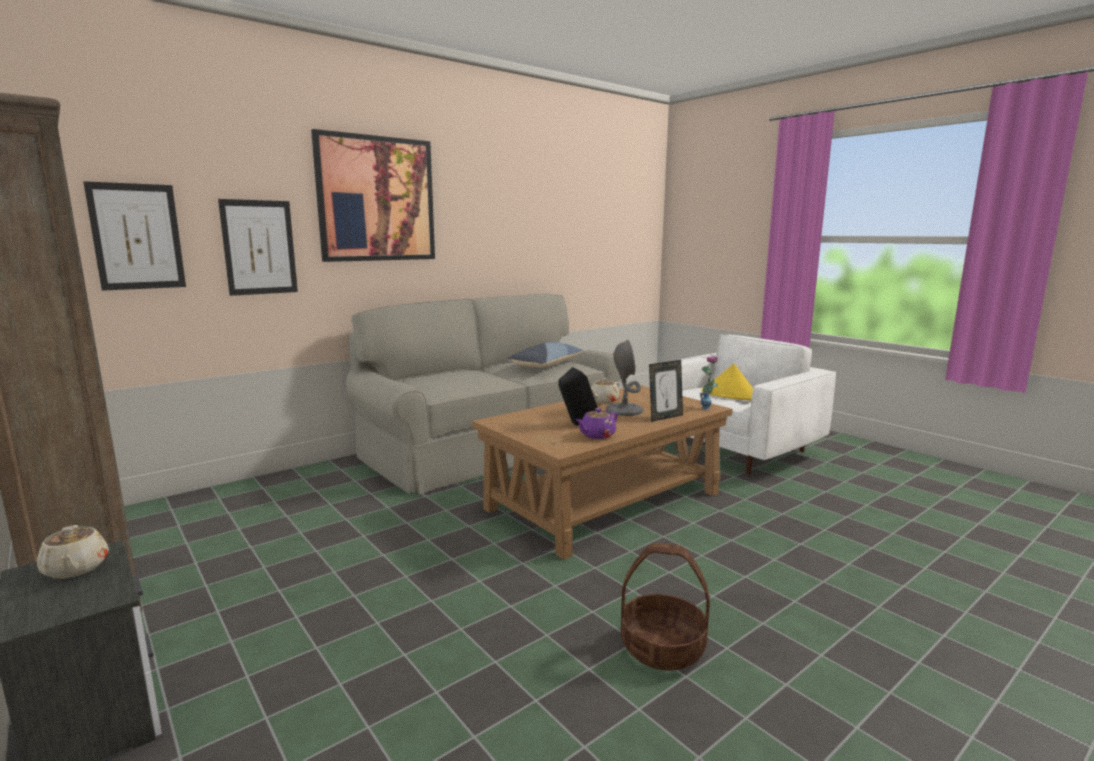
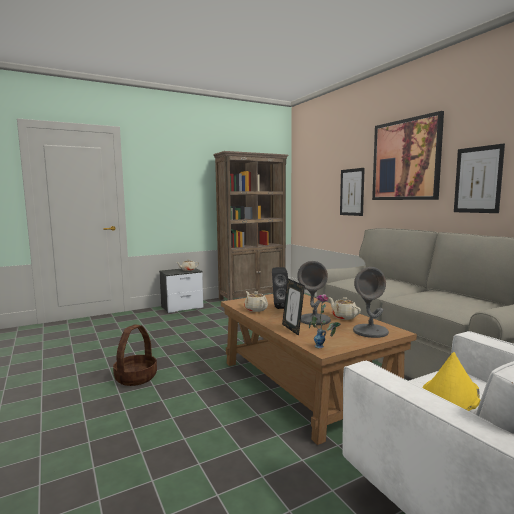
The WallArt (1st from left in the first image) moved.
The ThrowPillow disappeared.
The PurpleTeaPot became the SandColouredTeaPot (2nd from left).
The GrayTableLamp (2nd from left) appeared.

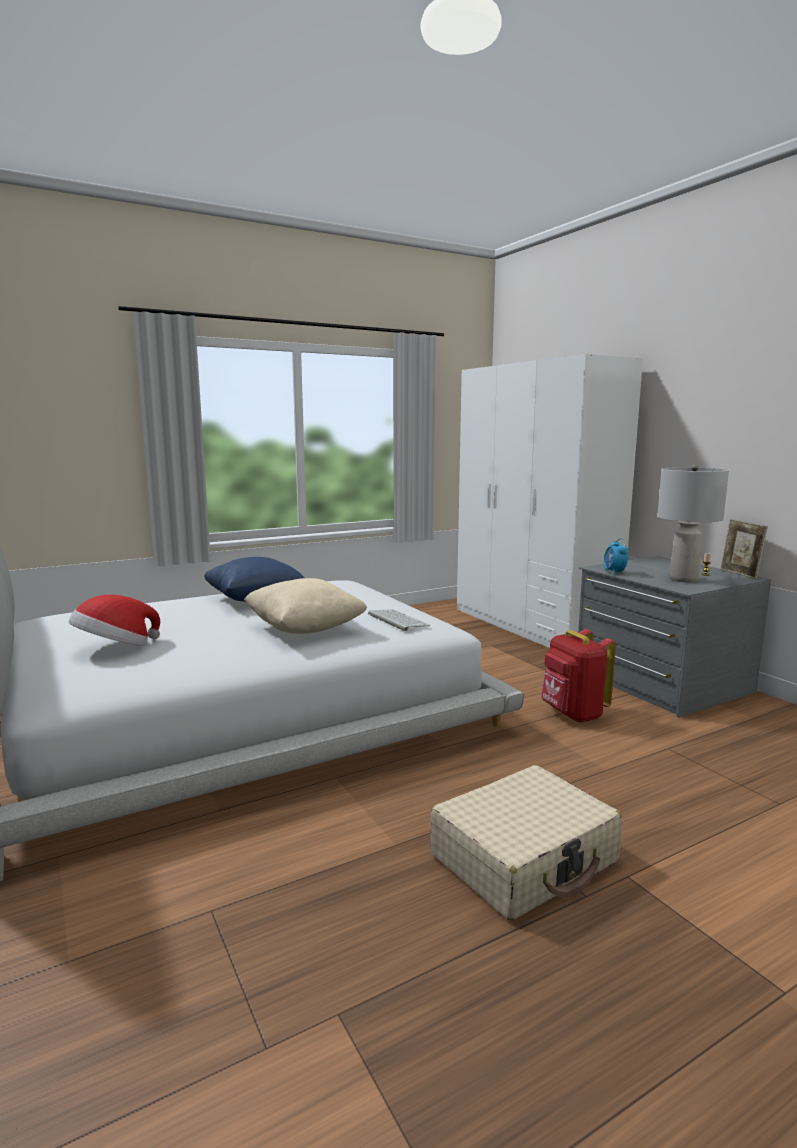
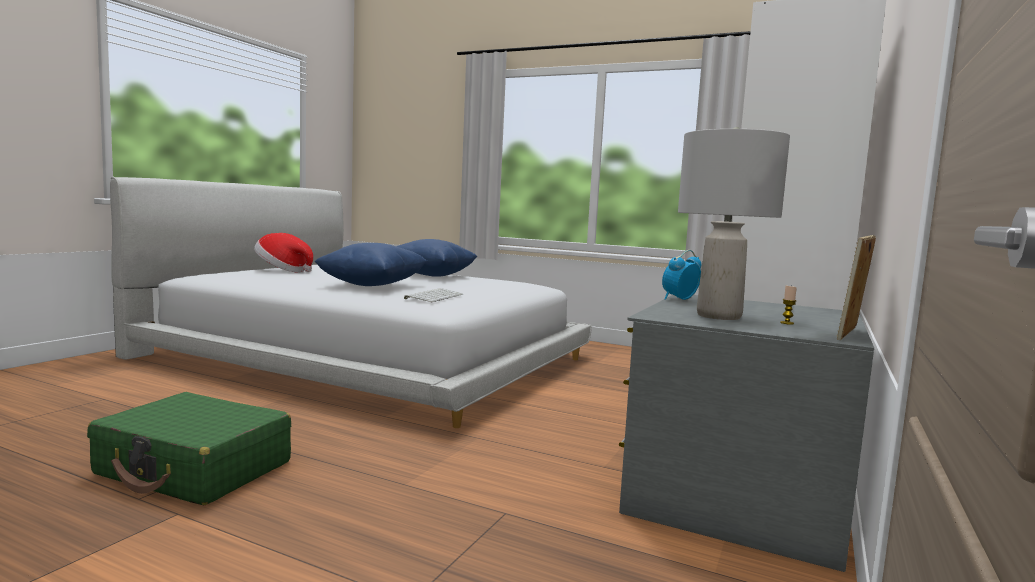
The SandColouredThrowPillow became the BluishThrowPillow (1st from left).
The RedColouredKnapsack disappeared.
The SandColouredPieceOfLuggage became the GreenPieceOfLuggage.

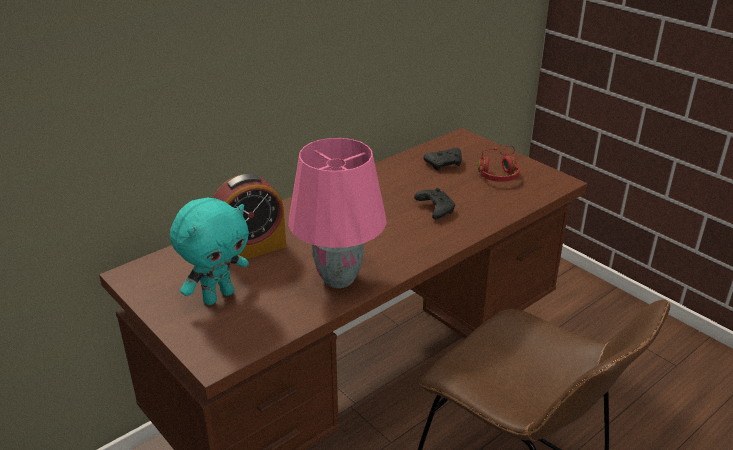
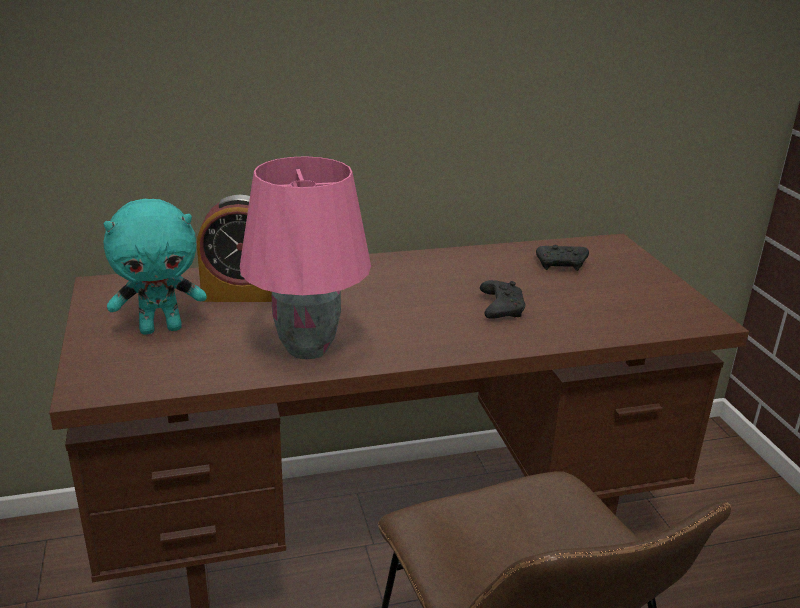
The RedColouredHeadset disappeared.

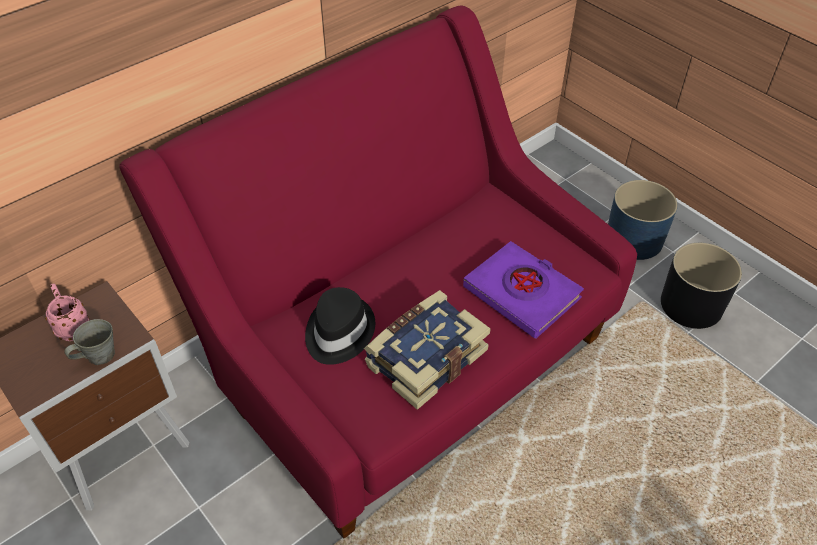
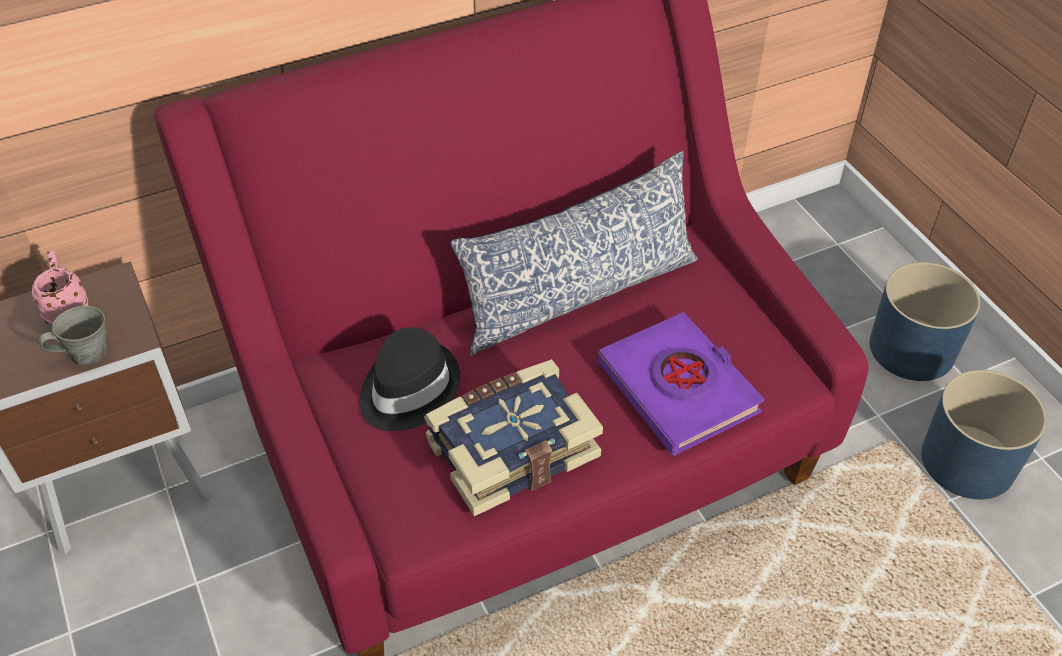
The BlackPlantPot became the BluishPlantPot (2nd from left).
The ThrowPillow appeared.

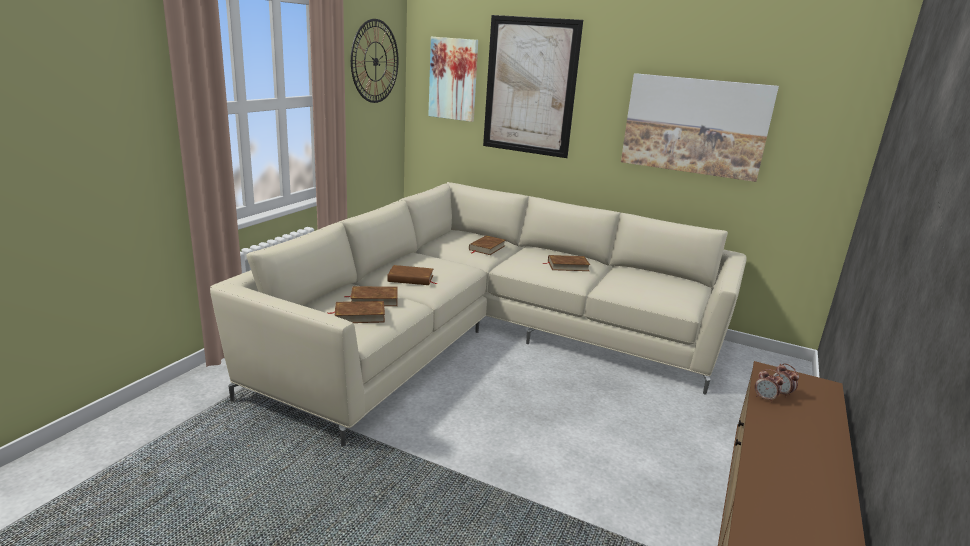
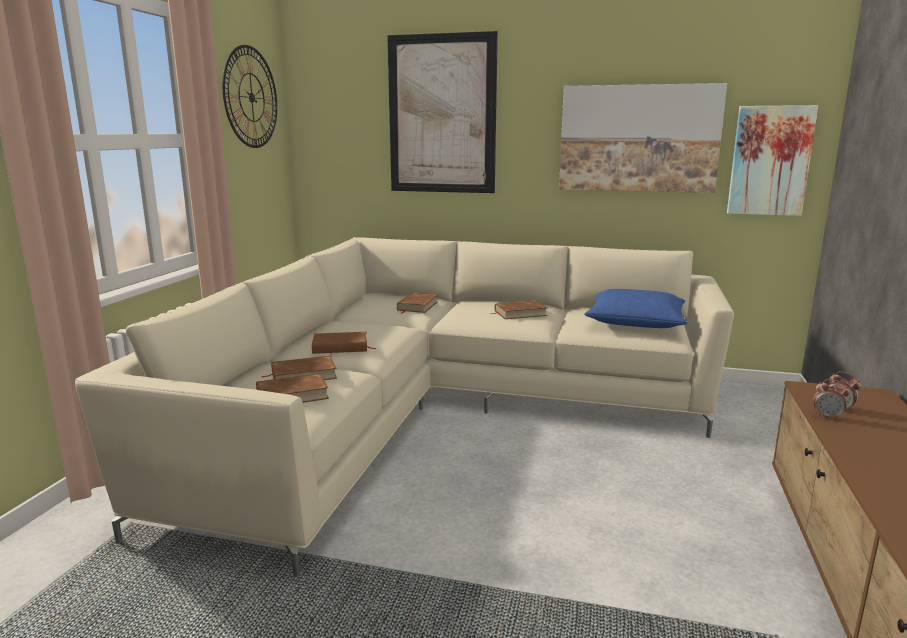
The WallArt (1st from left in the first image) moved.
The BluishThrowPillow appeared.

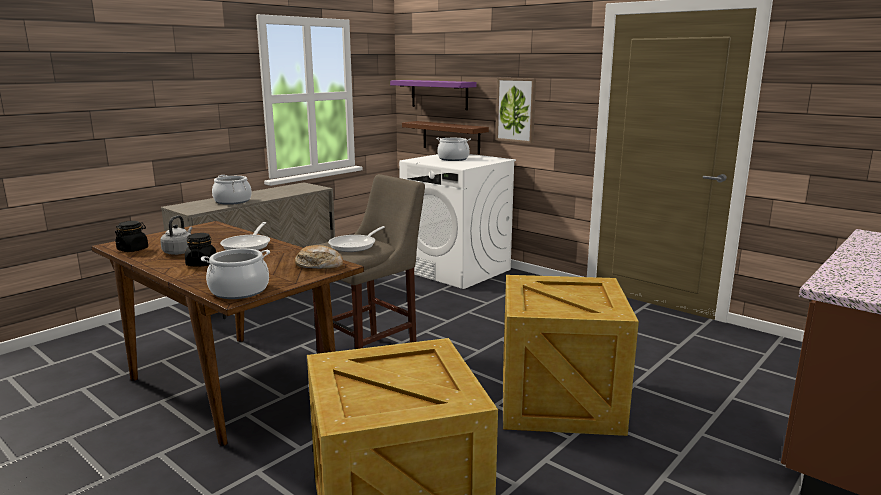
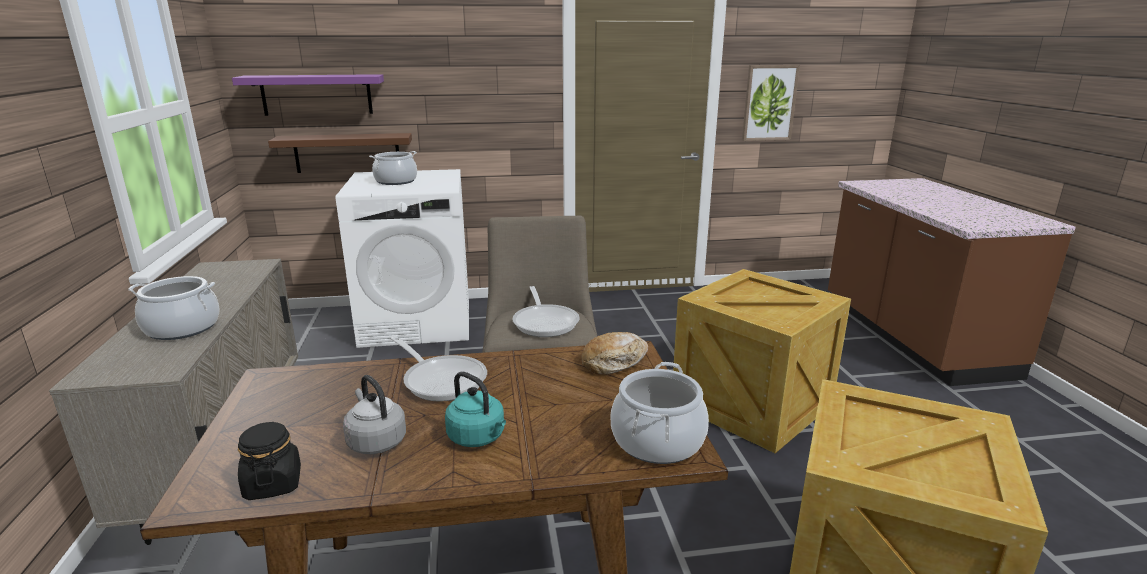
The WallArt moved.
The BlackStorageJar (2nd from left) was replaced by the TurquoiseColouredTeaKettle.

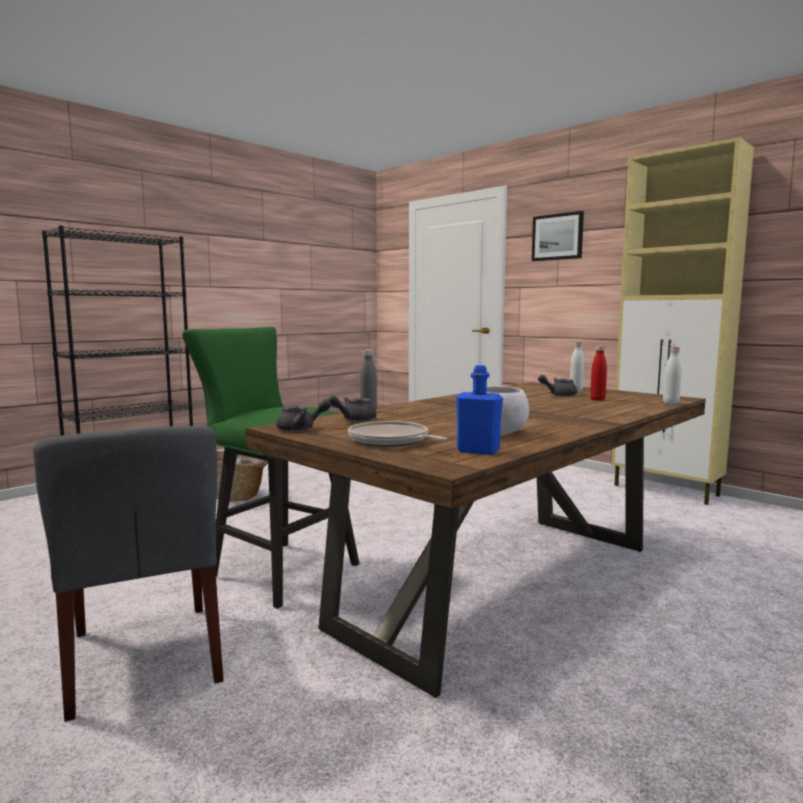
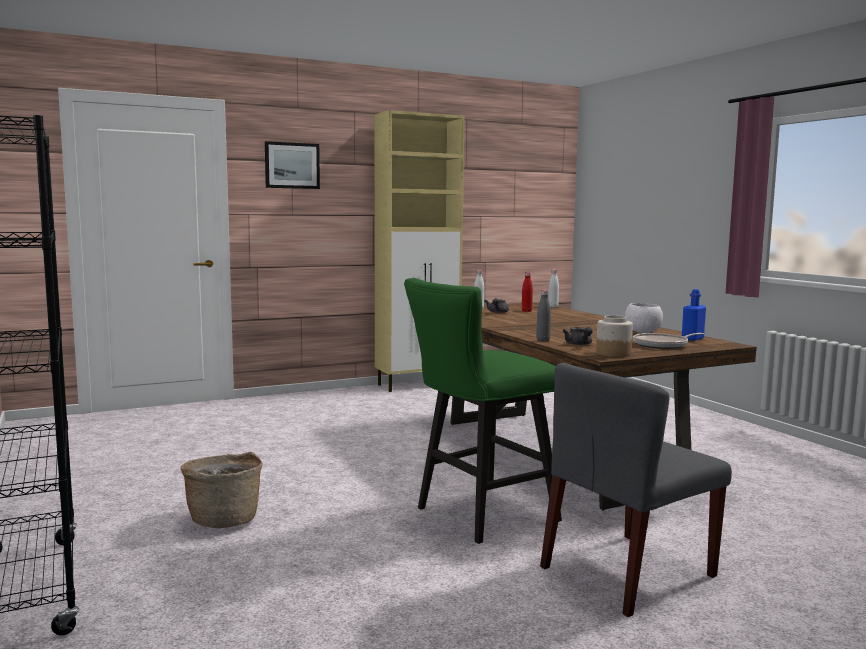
The GrayTeaPot (1st from left) was replaced by the StorageJar.
The GrayPlainChair turned 150 degrees clockwise.

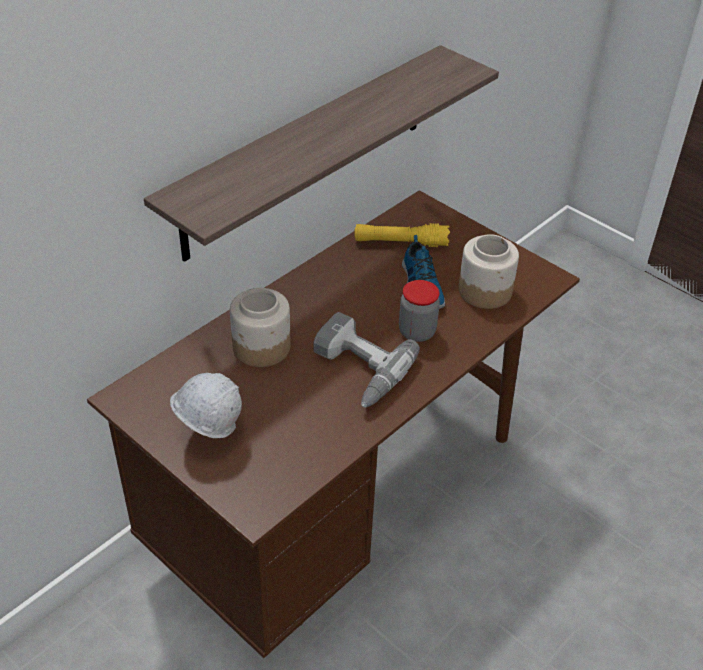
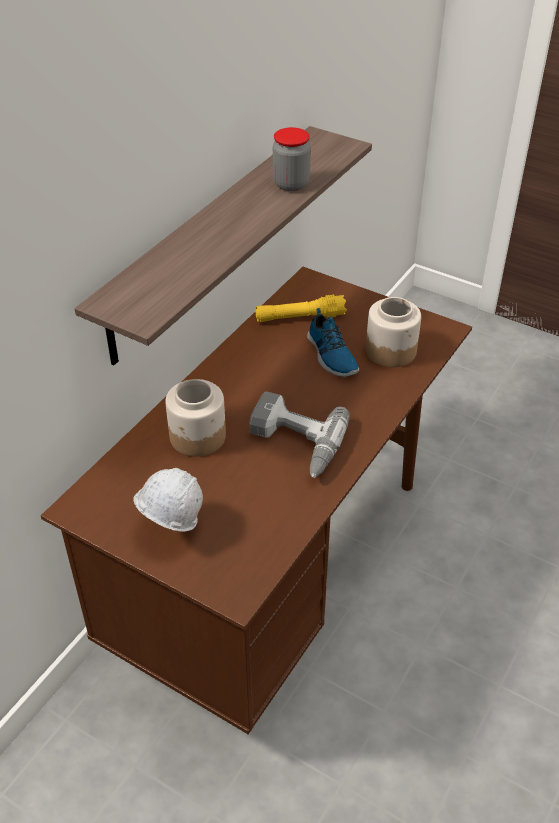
The StorageJar (2nd from left) moved.

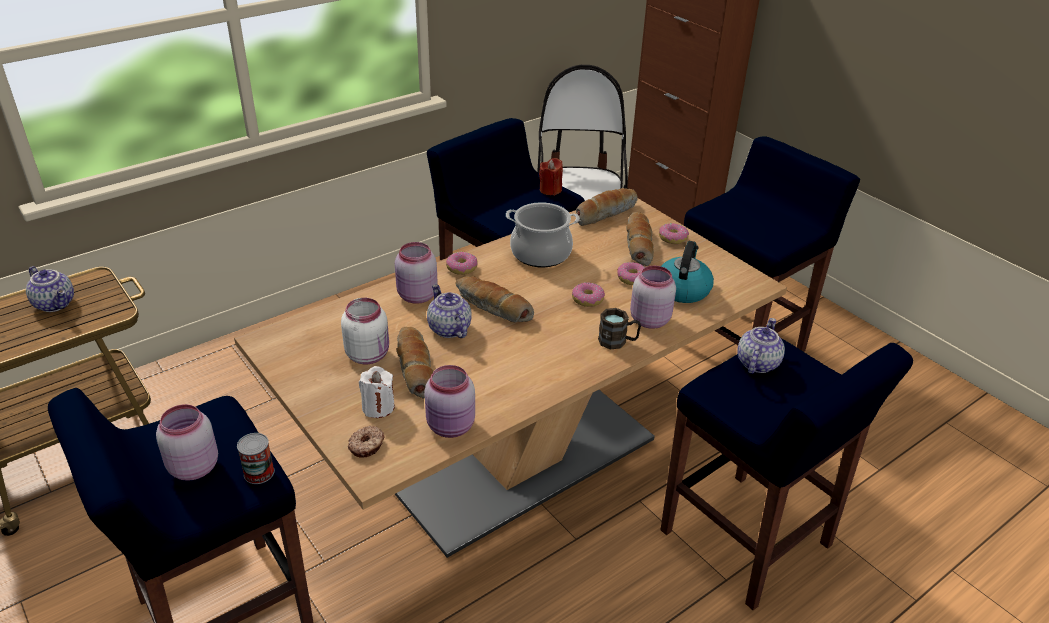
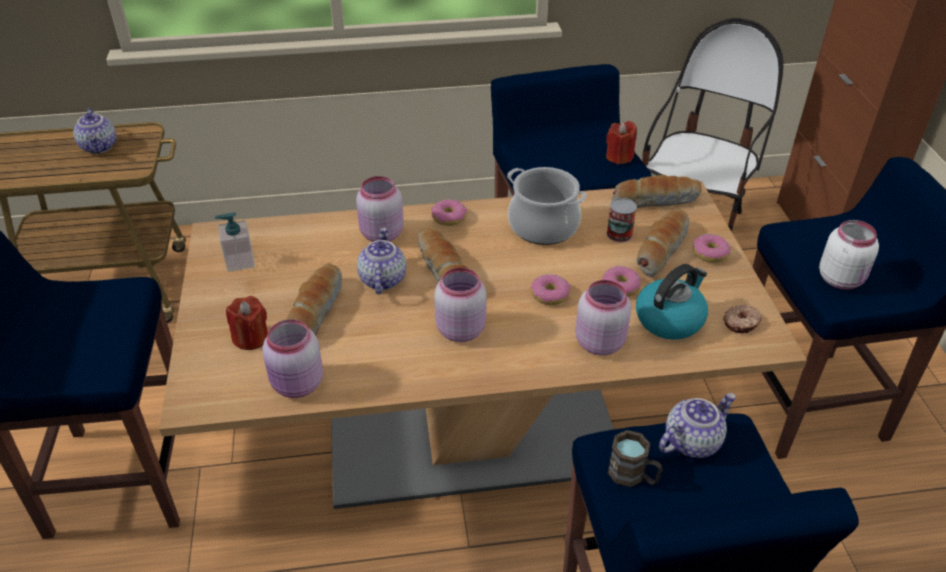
The WhiteColouredStorageJar moved.
The BrownColouredMug moved.
The WhiteColouredWaxCandle became the RedColouredWaxCandle (1st from left).
The PinkishStorageJar (1st from left in the first image) moved.
The Doughnut (1st from left in the first image) moved.
The SealedCan moved.
The SoapDispenser appeared.

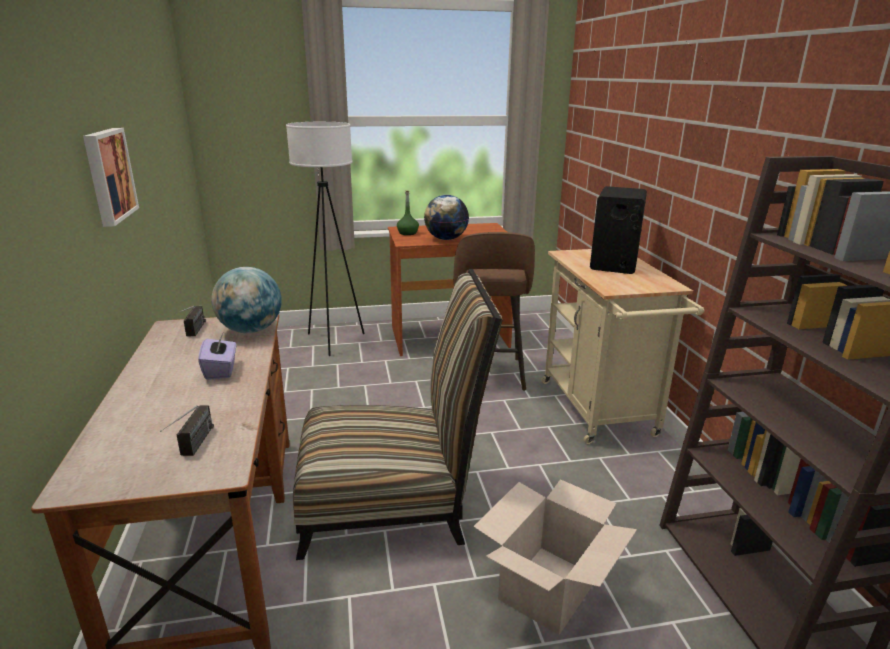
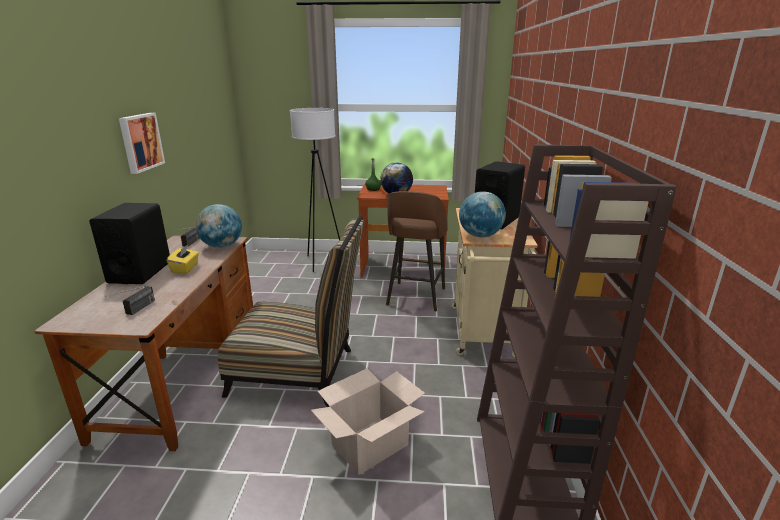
The PurpleBoxOfTissues became the YellowColouredBoxOfTissues.
The WorldGlobe (3rd from left) appeared.
The BlackLoudspeaker (1st from left) appeared.

